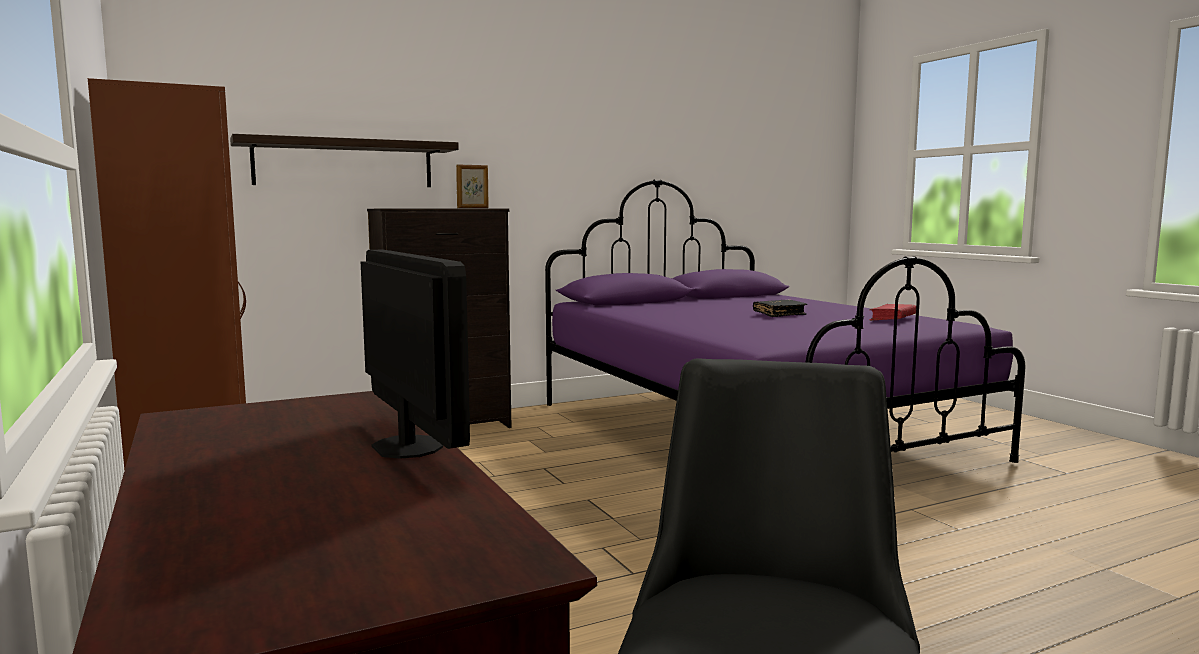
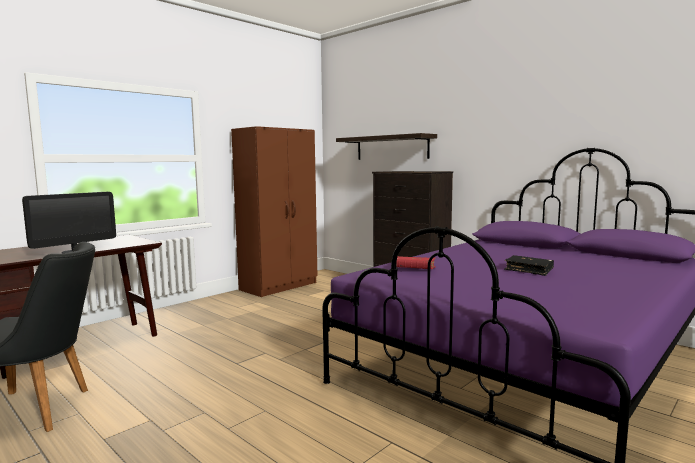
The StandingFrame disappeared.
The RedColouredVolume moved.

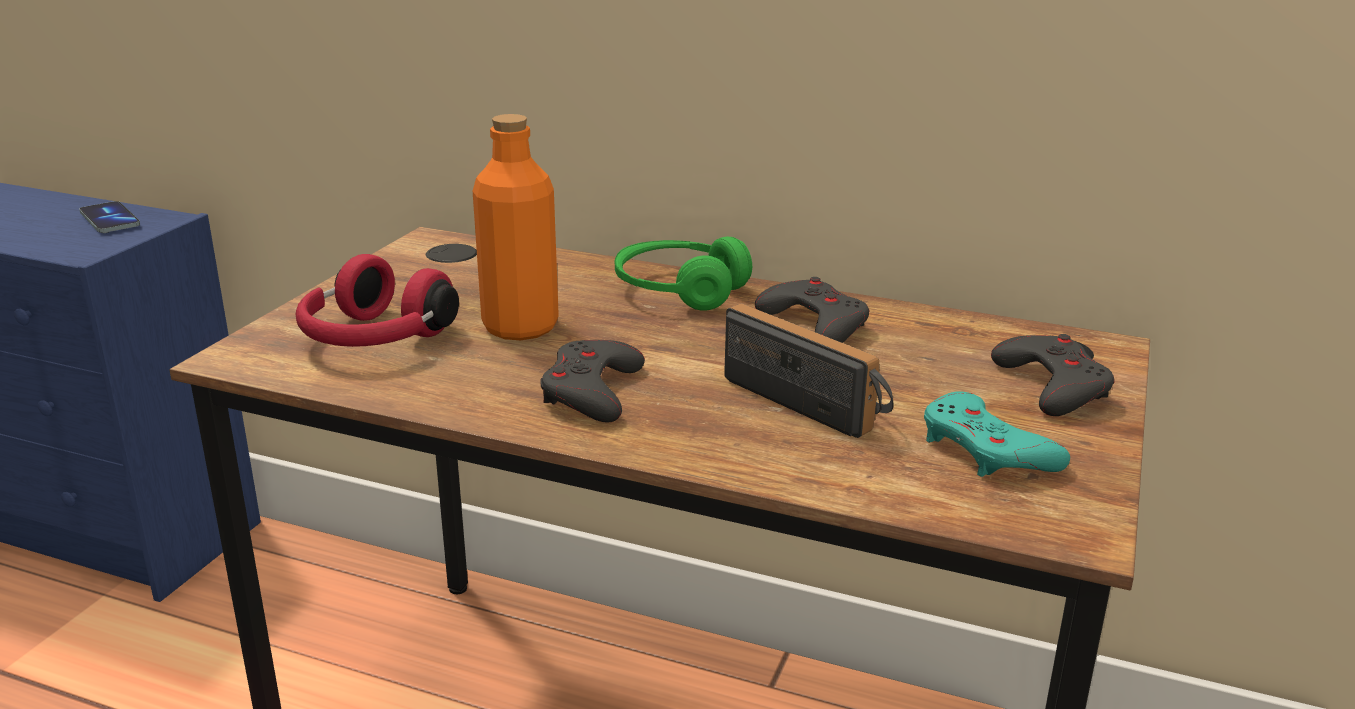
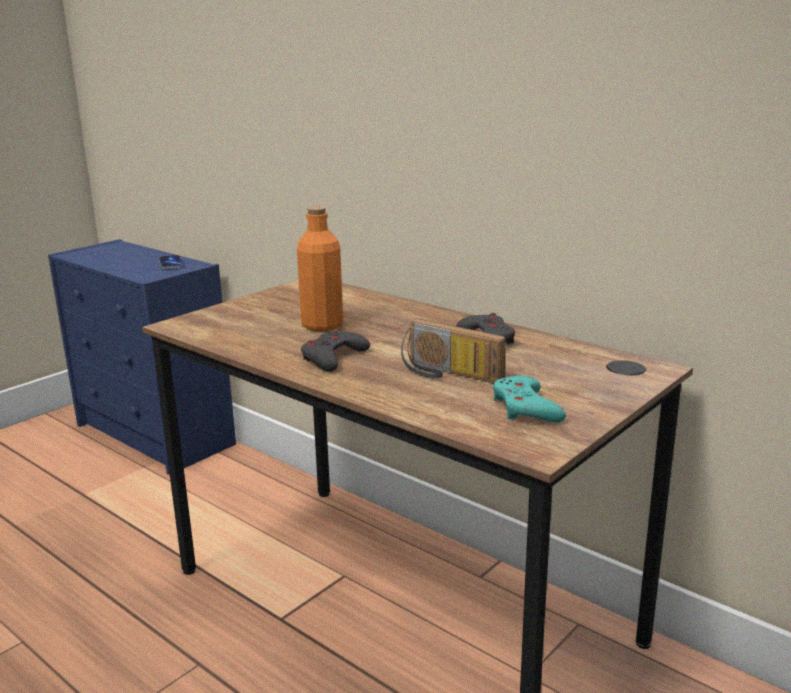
The GreenHeadset disappeared.
The RedColouredHeadset disappeared.
The RadioReceiver turned 150 degrees clockwise.
The GrayGamepad (3rd from left) disappeared.

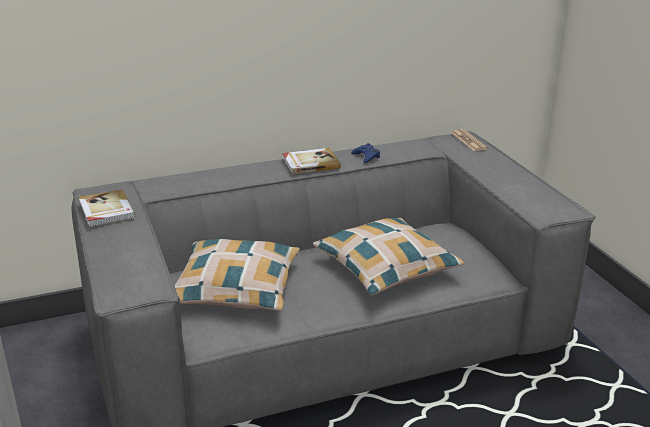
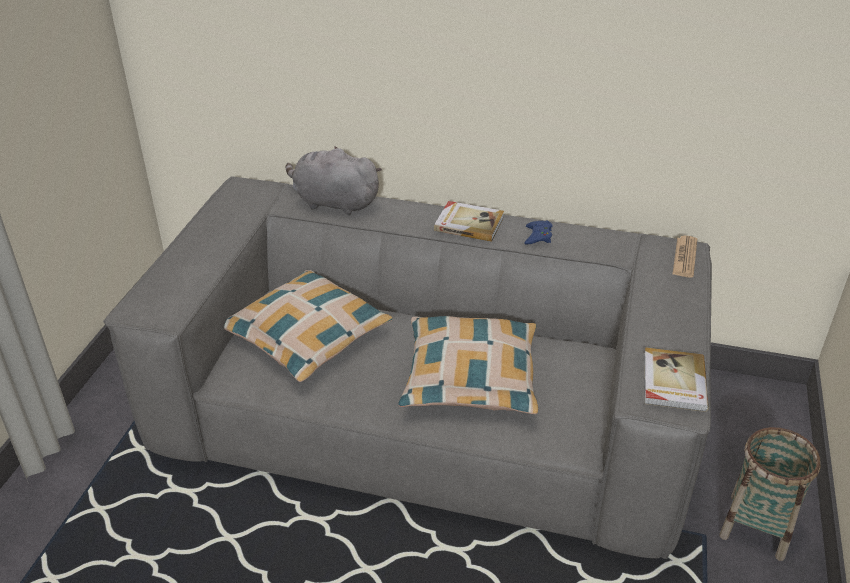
The Volume (1st from left in the first image) moved.
The GraySoftToy appeared.
The Basket appeared.

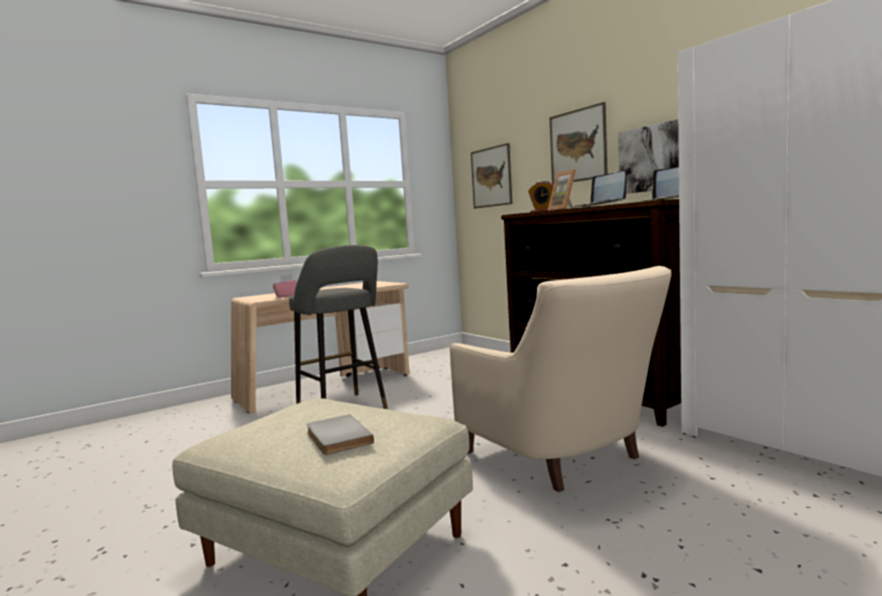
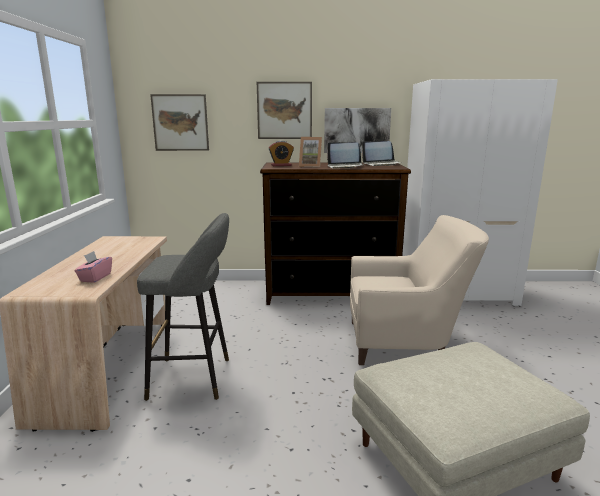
The GrayVolume disappeared.

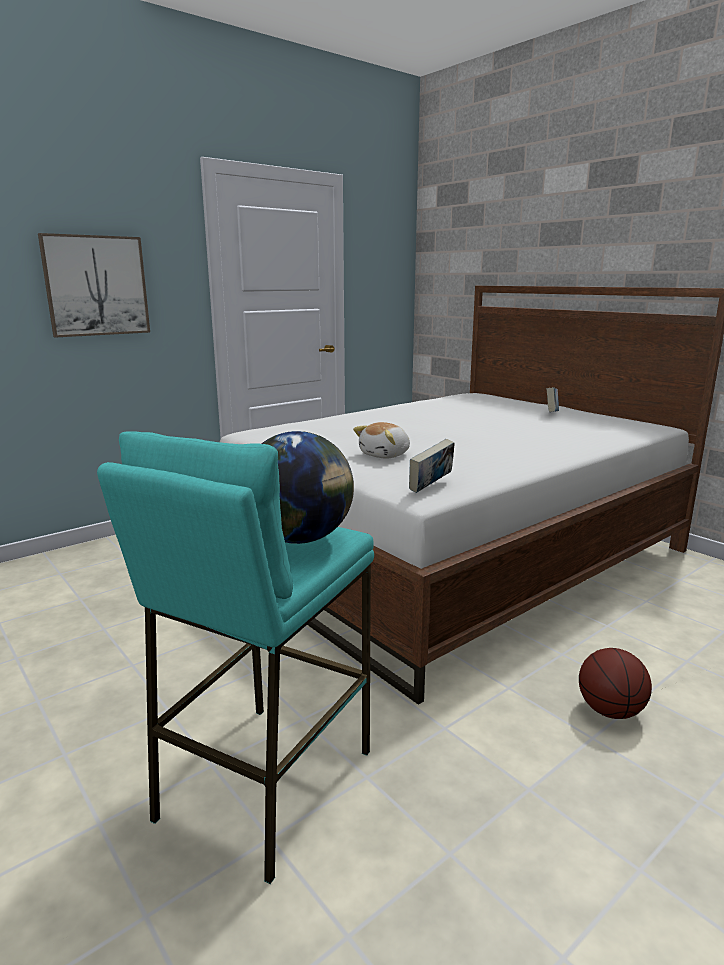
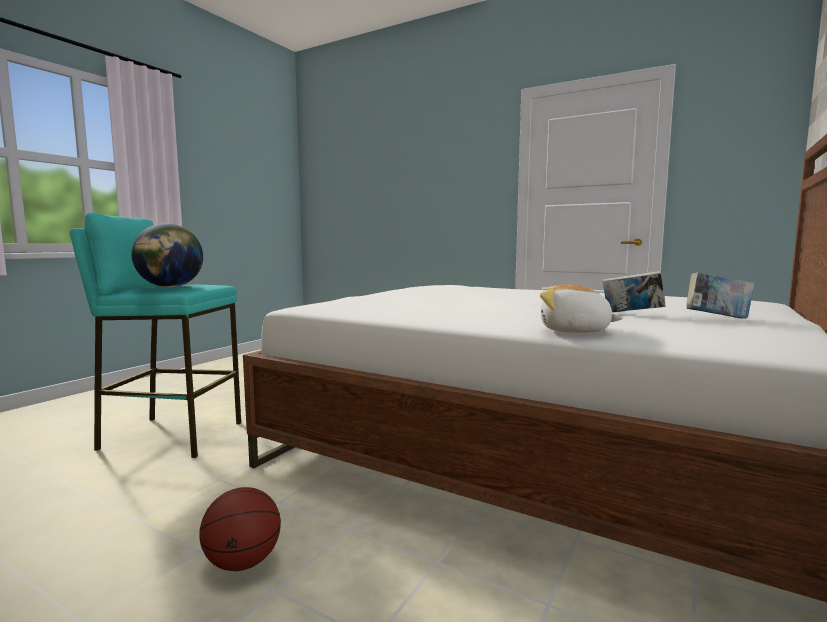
The WallArt disappeared.
The SoftToy moved.
The Volume (1st from left) moved.

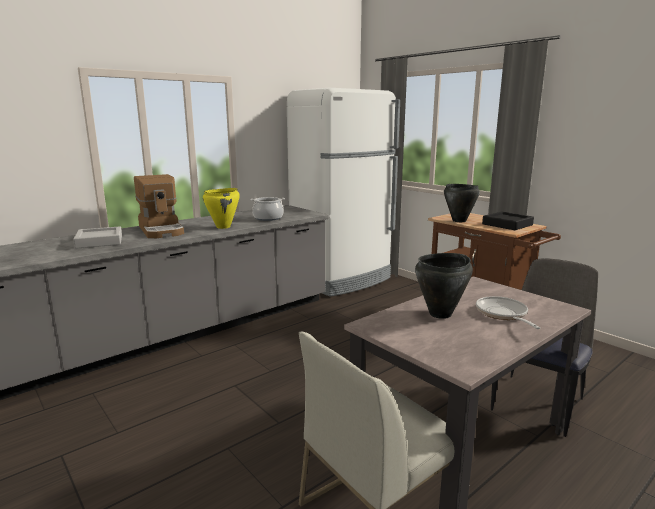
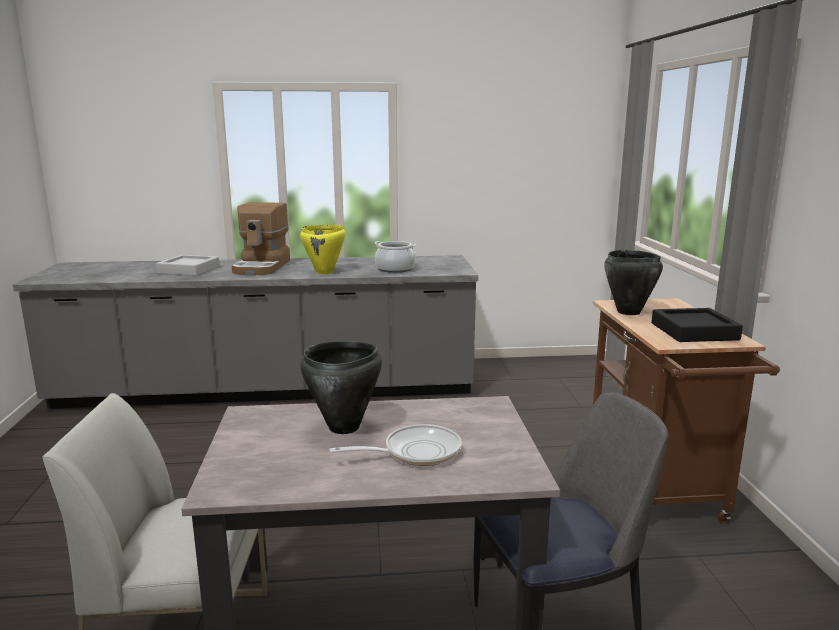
The WhiteColouredFridge disappeared.
The Pan turned 45 degrees clockwise.

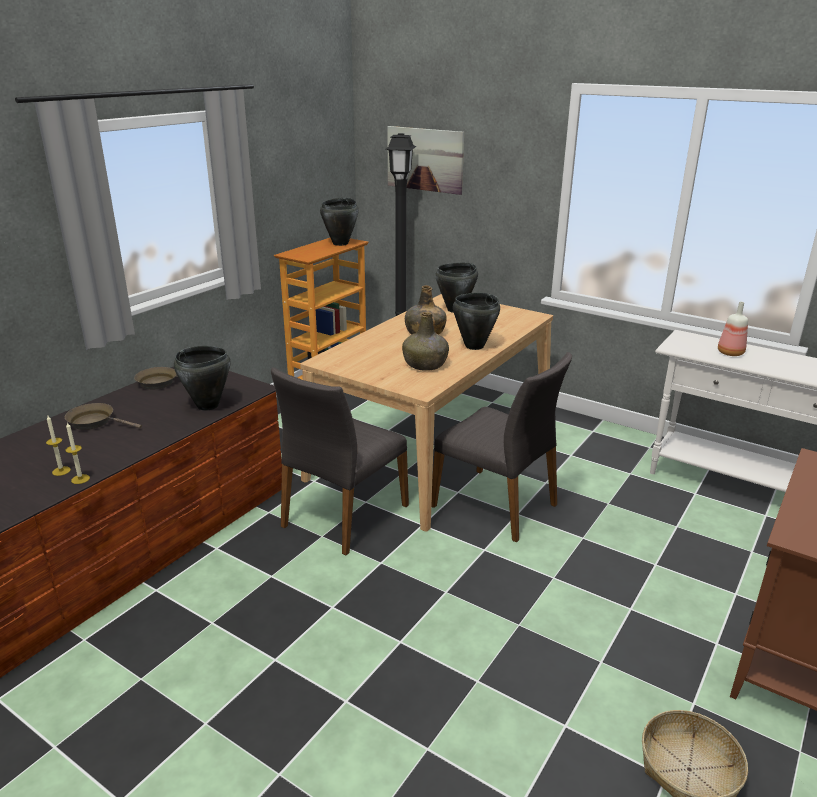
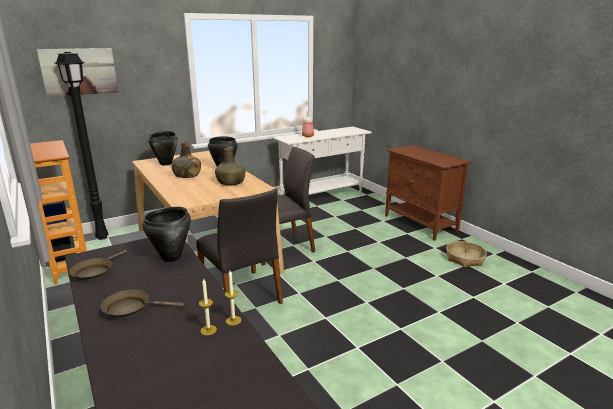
The BlackStockpot (2nd from left) disappeared.
The BrownColouredPan (1st from left in the first image) turned 45 degrees clockwise.

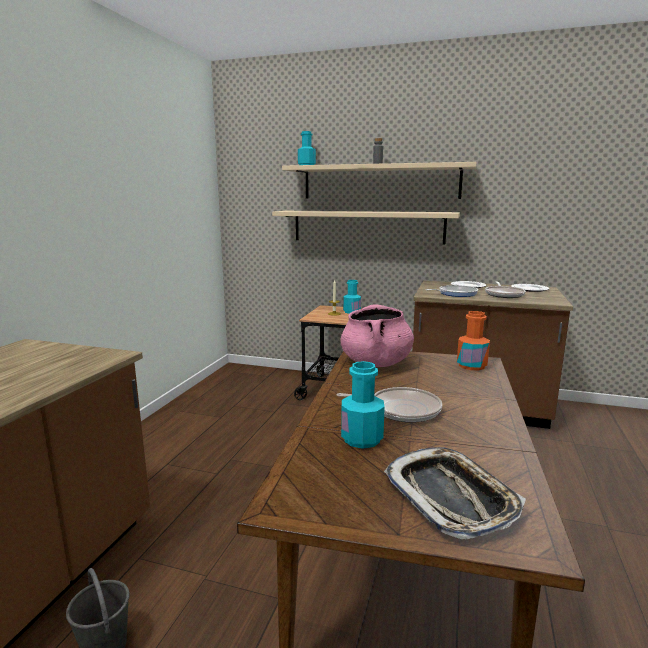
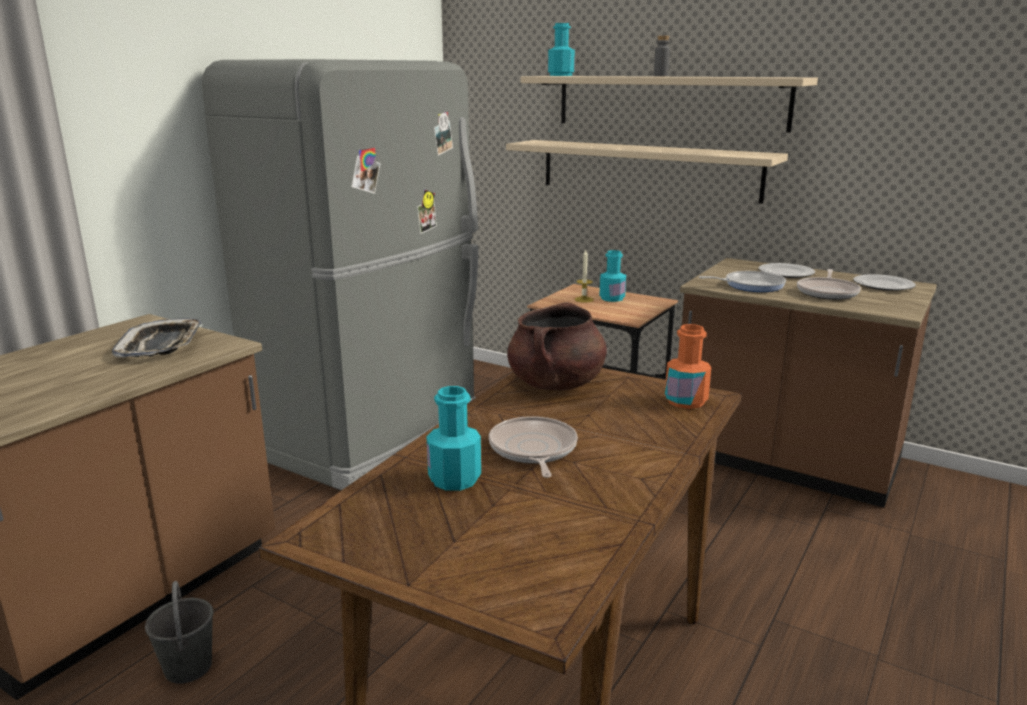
The PinkishStockpot became the BrownColouredStockpot.
The Pan (1st from left) turned 120 degrees counterclockwise.
The Tray moved.
The GrayFridge appeared.

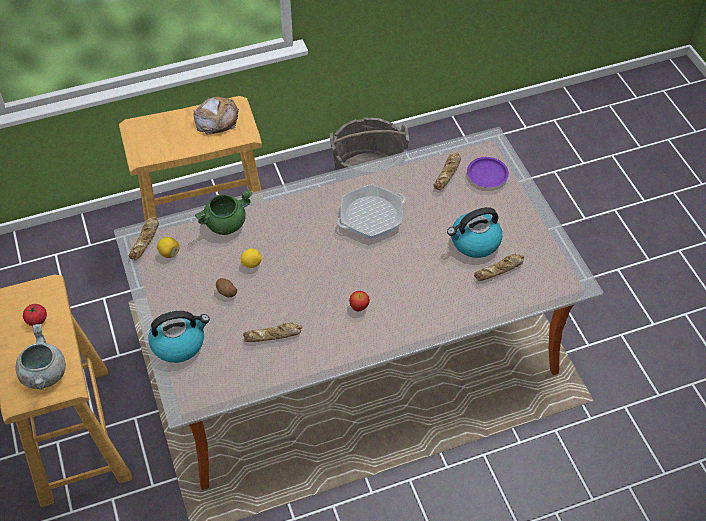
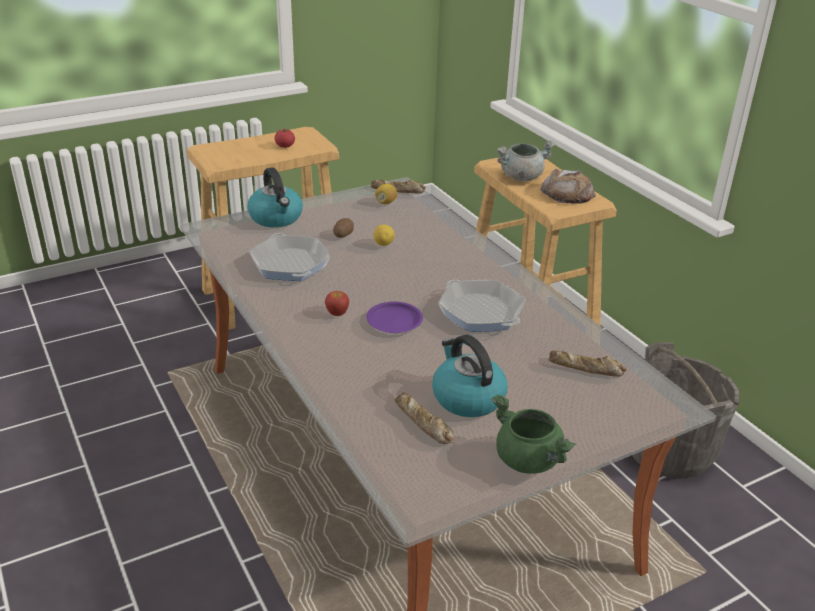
The PurpleDinnerPlate moved.
The GreenStockpot moved.
The BakeryBread (3rd from left) was replaced by the Pan (1st from left).
The GrayStockpot moved.

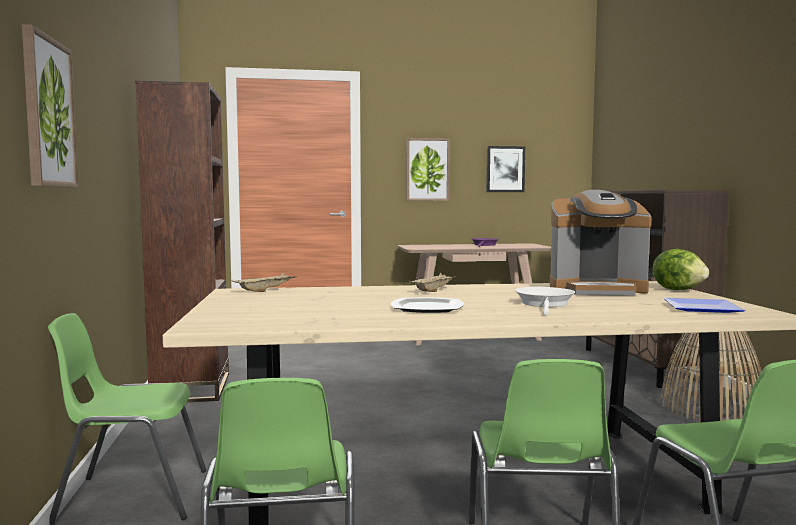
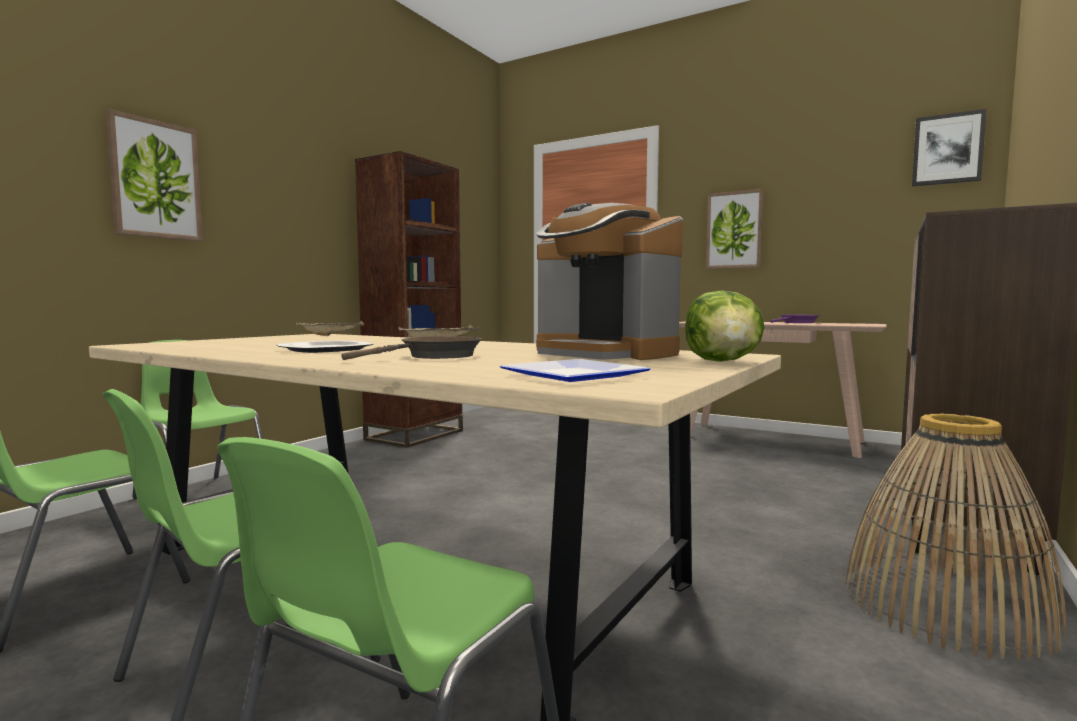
The WallArt (3rd from left) moved.
The WhiteColouredPan became the BrownColouredPan.

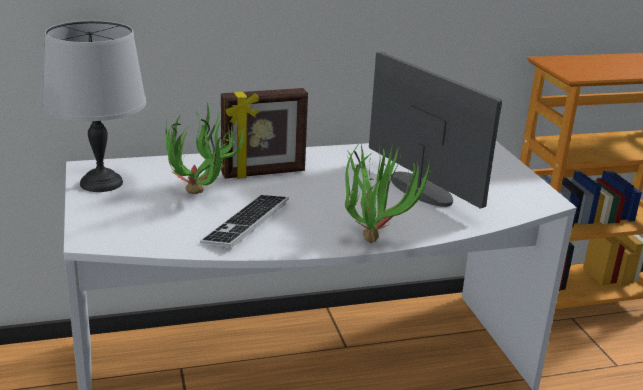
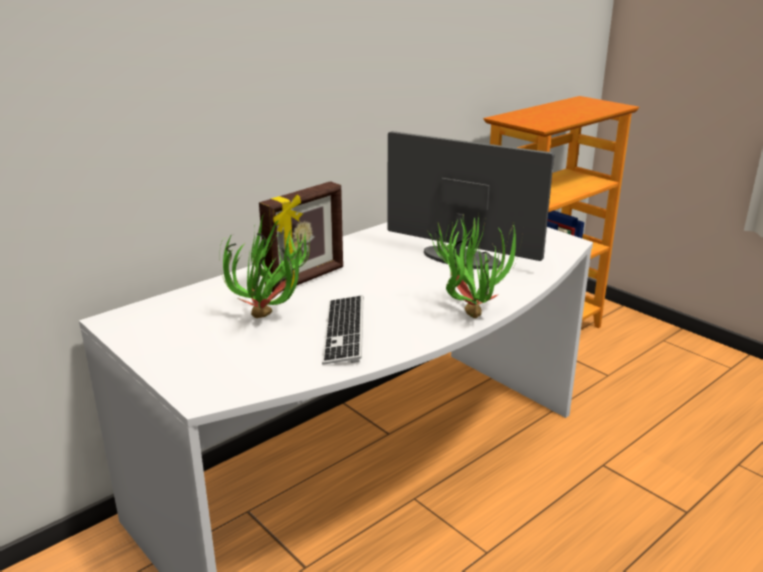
The GrayTableLamp disappeared.

